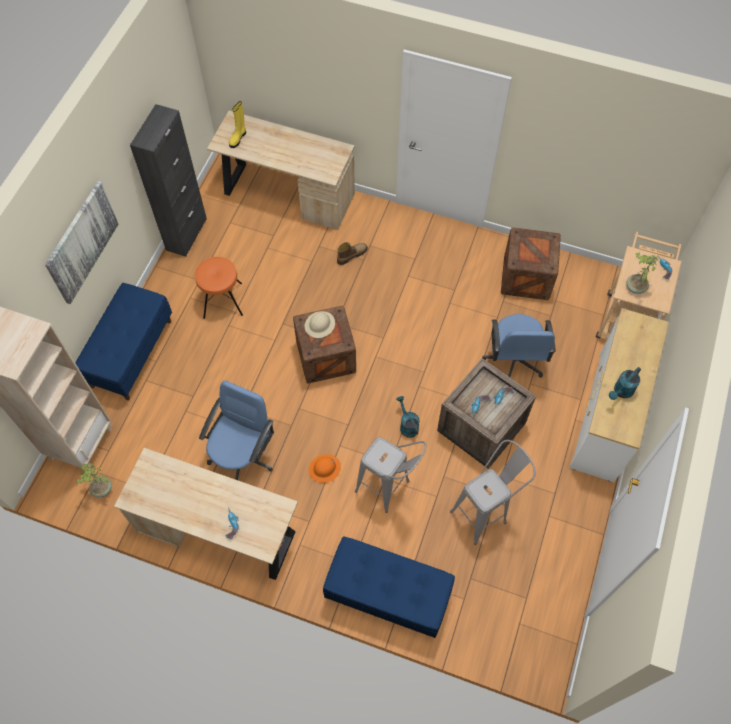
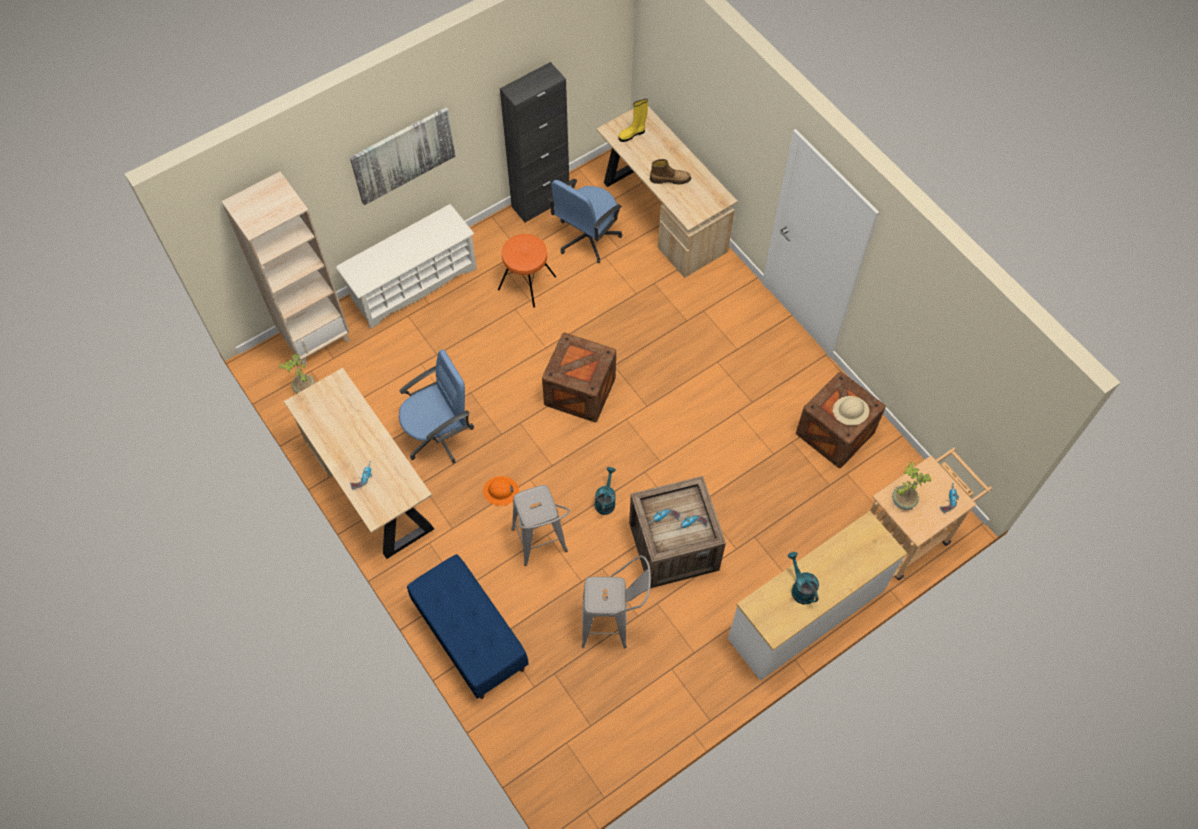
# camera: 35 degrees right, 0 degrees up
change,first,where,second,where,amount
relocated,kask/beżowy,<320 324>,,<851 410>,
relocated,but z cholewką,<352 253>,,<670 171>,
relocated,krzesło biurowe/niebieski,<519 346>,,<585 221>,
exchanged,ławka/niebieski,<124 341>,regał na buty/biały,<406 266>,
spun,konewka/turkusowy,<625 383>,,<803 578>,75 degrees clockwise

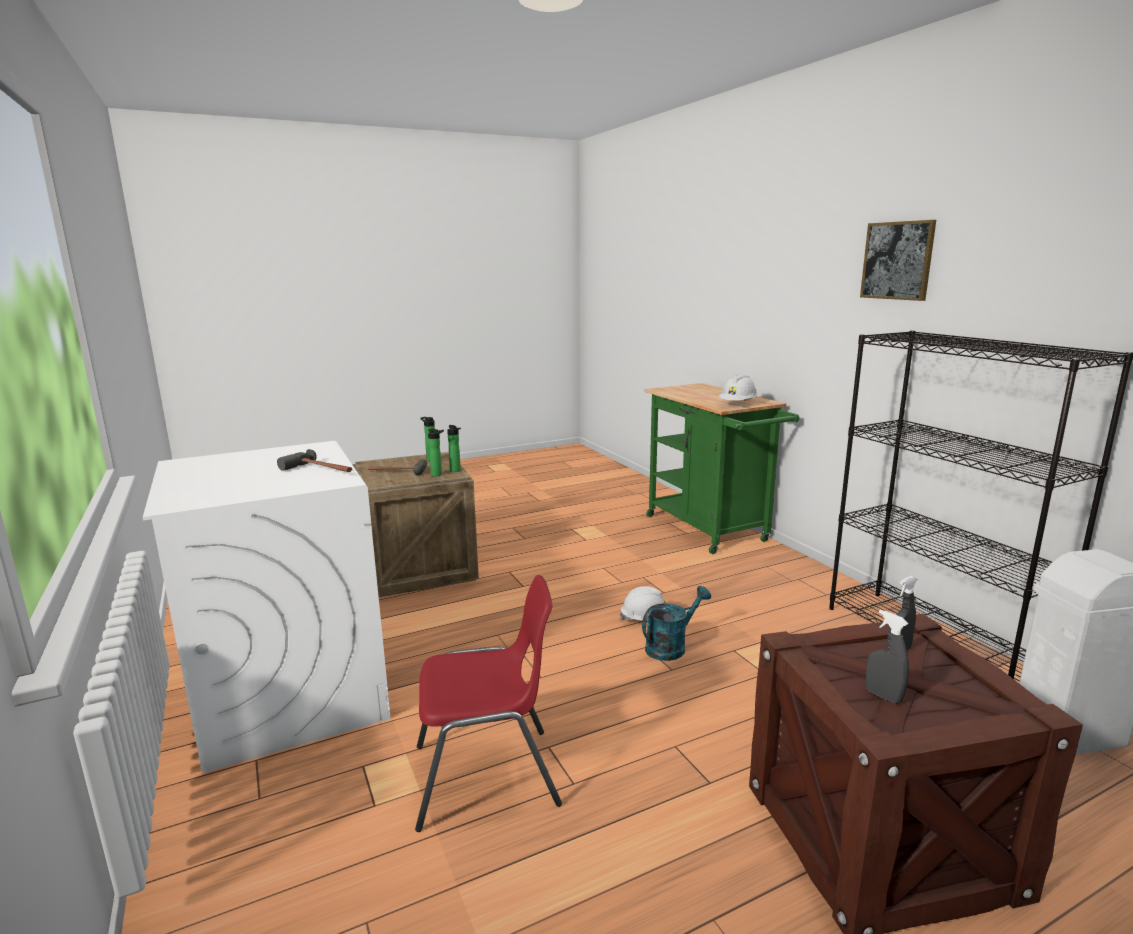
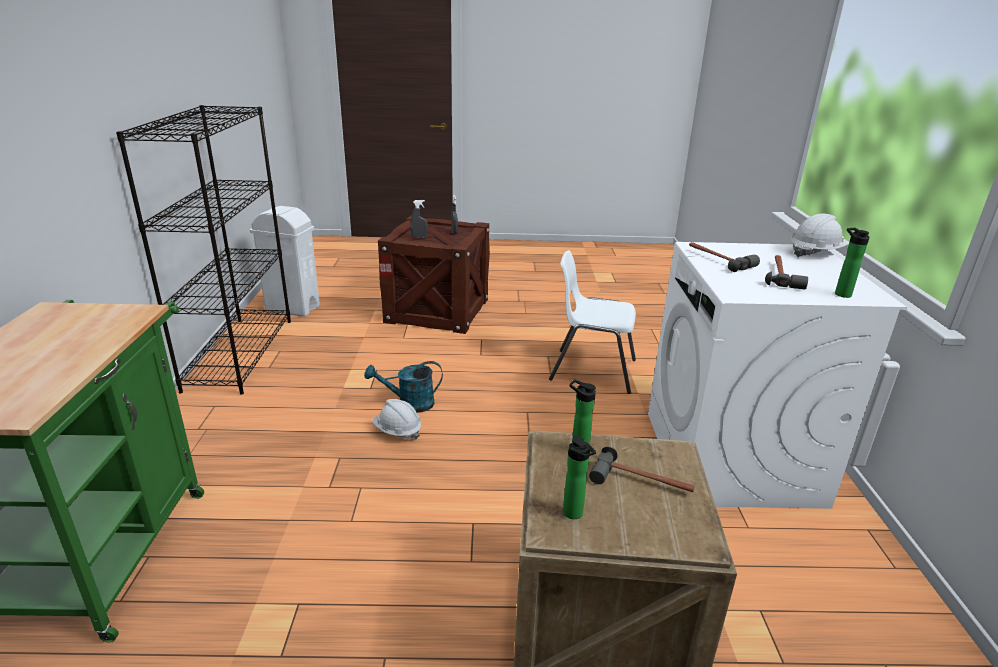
# camera: 155 degrees left, 10 degrees up
change,first,where,second,where,amount
missing,obraz,<898 260>,,,
appeared,,,młotek,<786 272>,
relocated,butelka,<454 448>,,<852 263>,
relocated,kask/biały,<738 387>,,<819 235>,
colour,krzesło/czerwony,<488 703>,krzesło/biały,<592 322>,

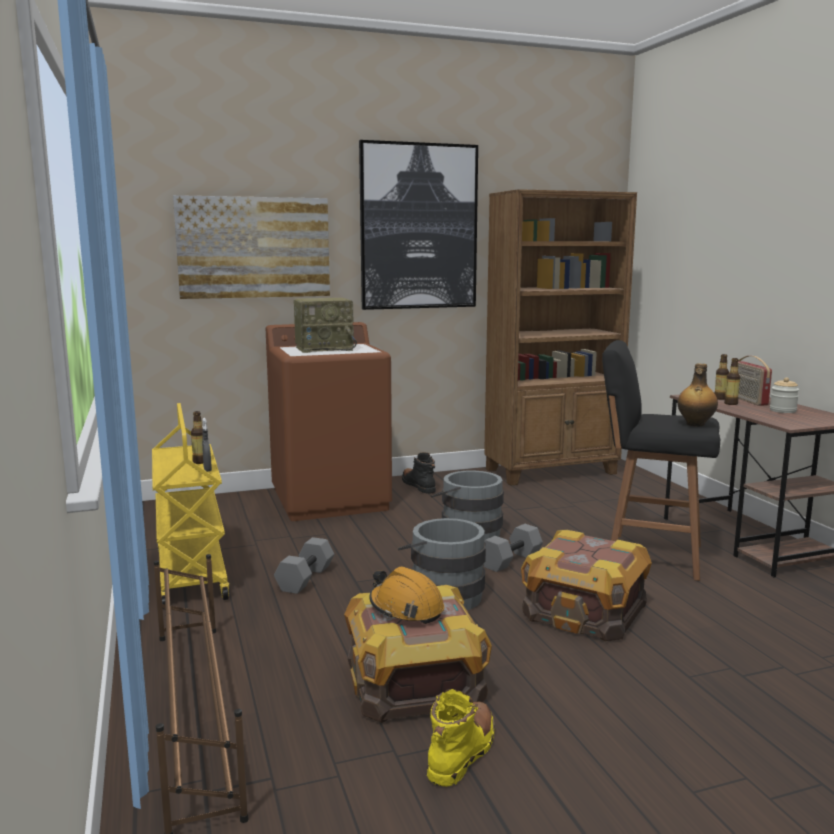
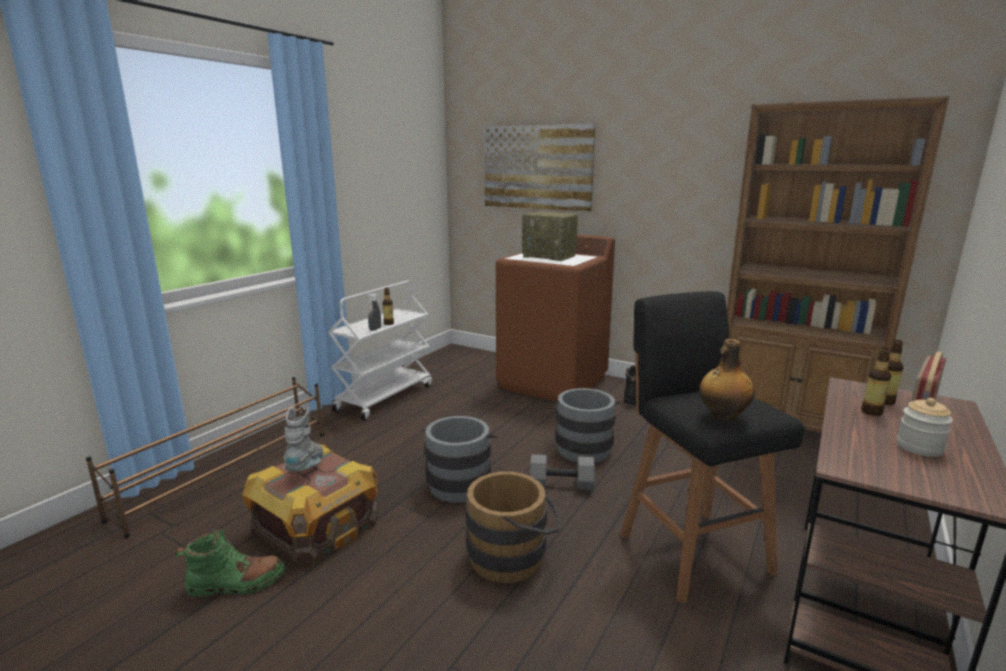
# camera: 50 degrees right, 5 degrees up
change,first,where,second,where,amount
missing,hantel/szary,<304 565>,,,
missing,obraz,<418 225>,,,
exchanged,kask/pomarańczowy,<406 595>,but z cholewką/szary,<303 438>,
exchanged,skrzynka,<586 585>,wiadro/brązowy,<513 527>,
colour,wózek/żółty,<190 506>,wózek/biały,<380 350>,
colour,but z cholewką/żółty,<461 738>,but z cholewką/zielony,<230 563>,

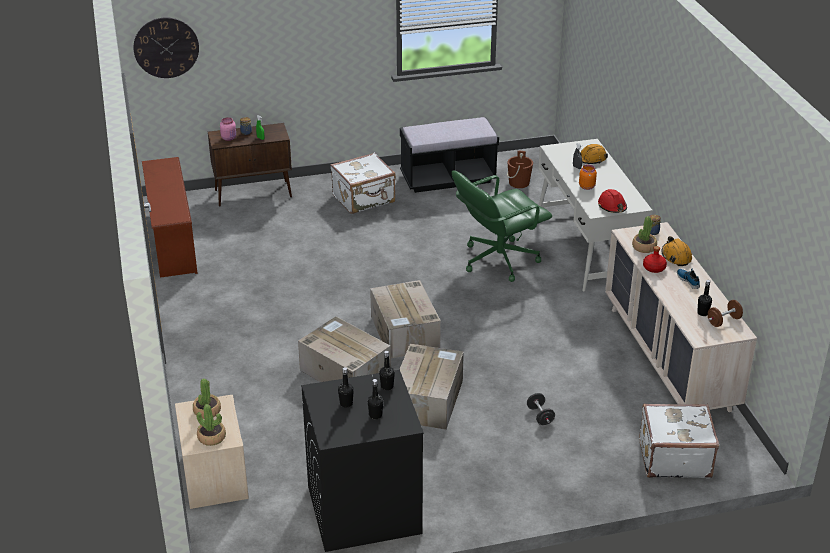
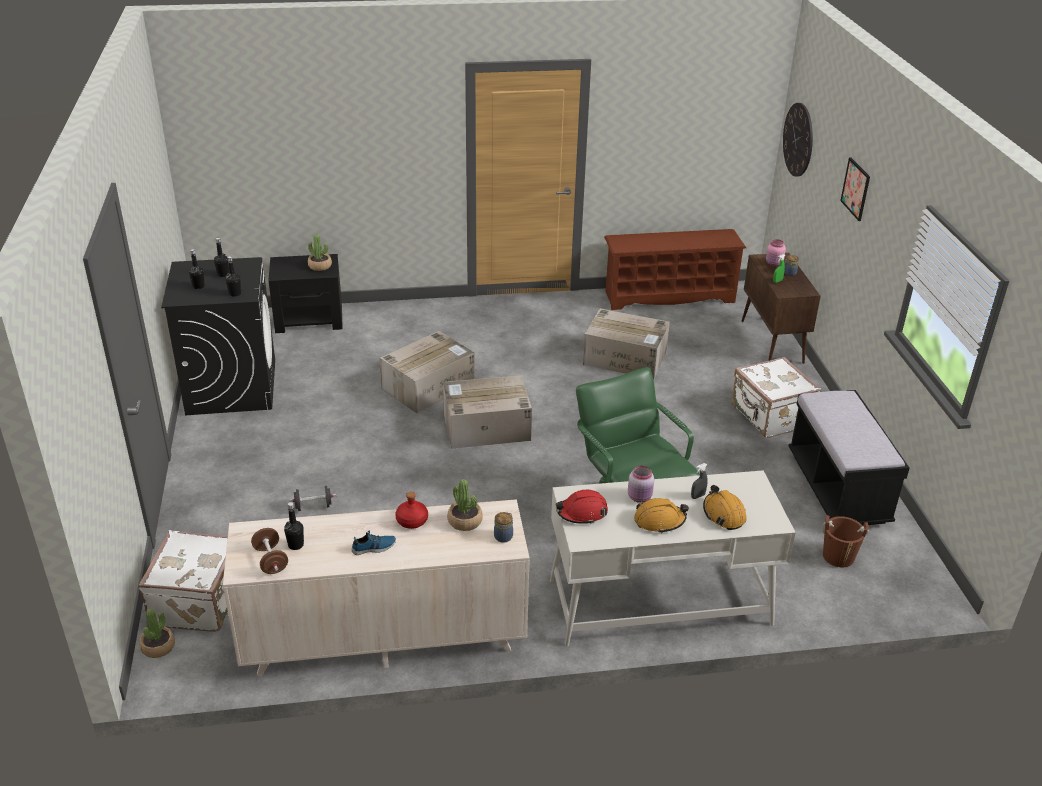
# camera: 95 degrees right, 0 degrees up
change,first,where,second,where,amount
appeared,,,obraz,<855 189>,
relocated,roślina doniczkowa,<211 425>,,<157 633>,
relocated,karton,<431 387>,,<626 344>,
relocated,kask/pomarańczowy,<676 251>,,<661 516>,
colour,szafka nocna/beżowy,<212 452>,szafka nocna/czarny,<305 293>,
colour,słoik/pomarańczowy,<588 177>,słoik/różowy,<641 484>,

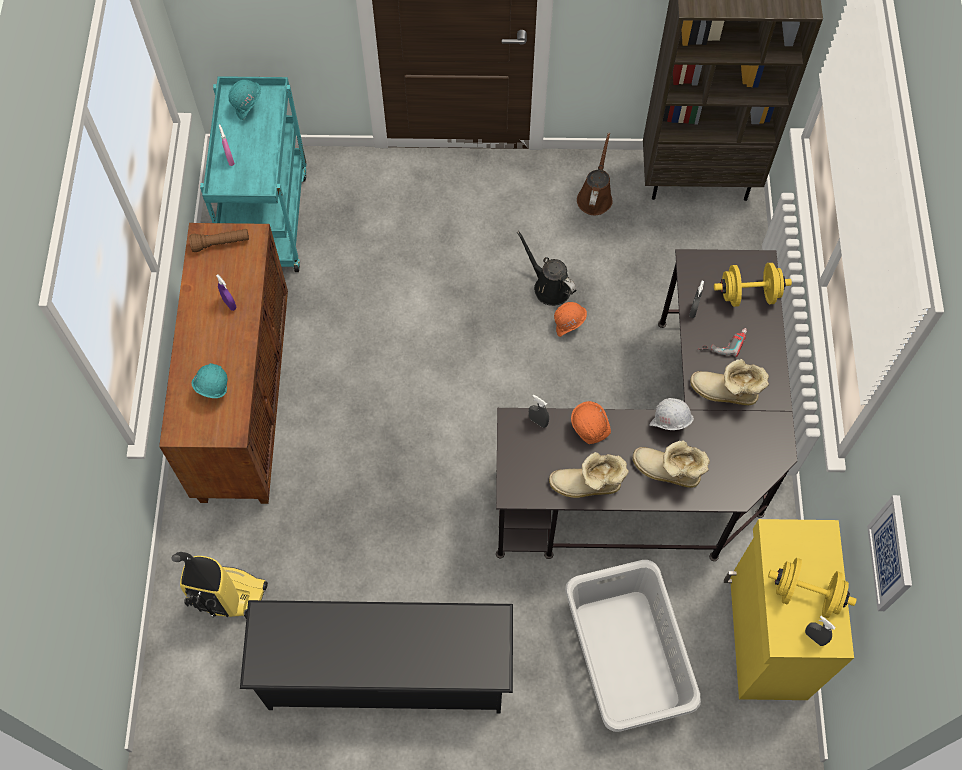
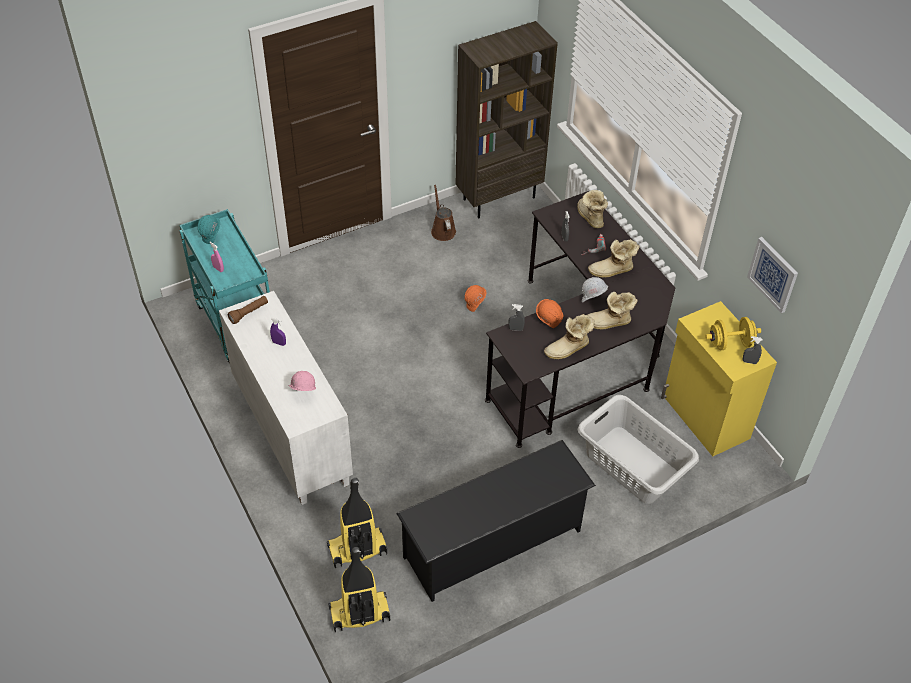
# camera: 30 degrees left, 15 degrees down
change,first,where,second,where,amount
missing,konewka/czarny,<547 268>,,,
appeared,,,odkurzacz,<359 589>,
exchanged,hantel/żółty,<753 285>,but z cholewką,<592 209>,
colour,szafka/brązowy,<223 363>,szafka/biały,<286 398>,
colour,kask/turkusowy,<209 380>,kask/różowy,<302 381>,

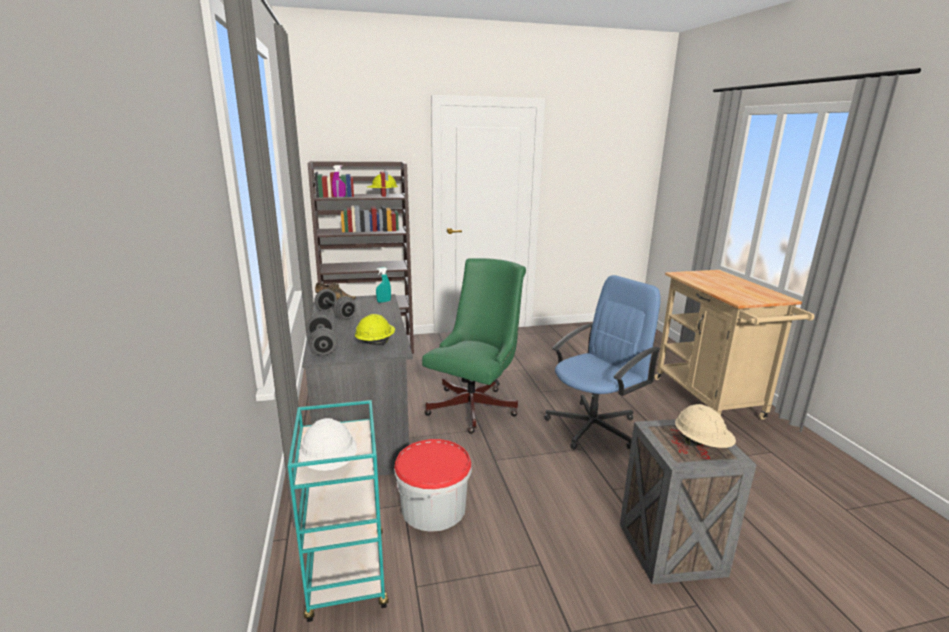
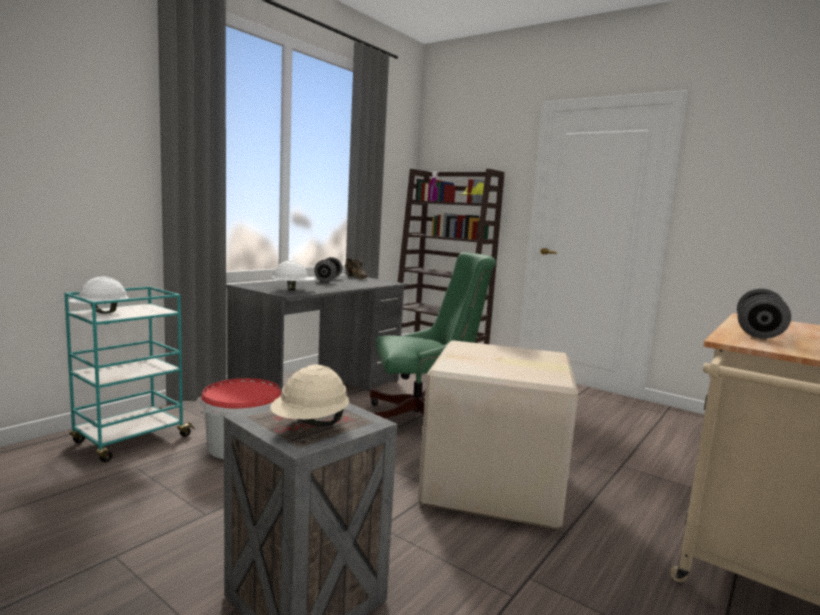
# camera: 50 degrees right, 10 degrees down
change,first,where,second,where,amount
missing,spryskiwacz/turkusowy,<383 285>,,,
relocated,hantel/szary,<322 334>,,<764 313>,
exchanged,krzesło biurowe/niebieski,<602 362>,karton,<498 434>,
colour,kask/żółty,<375 329>,kask/biały,<293 275>,

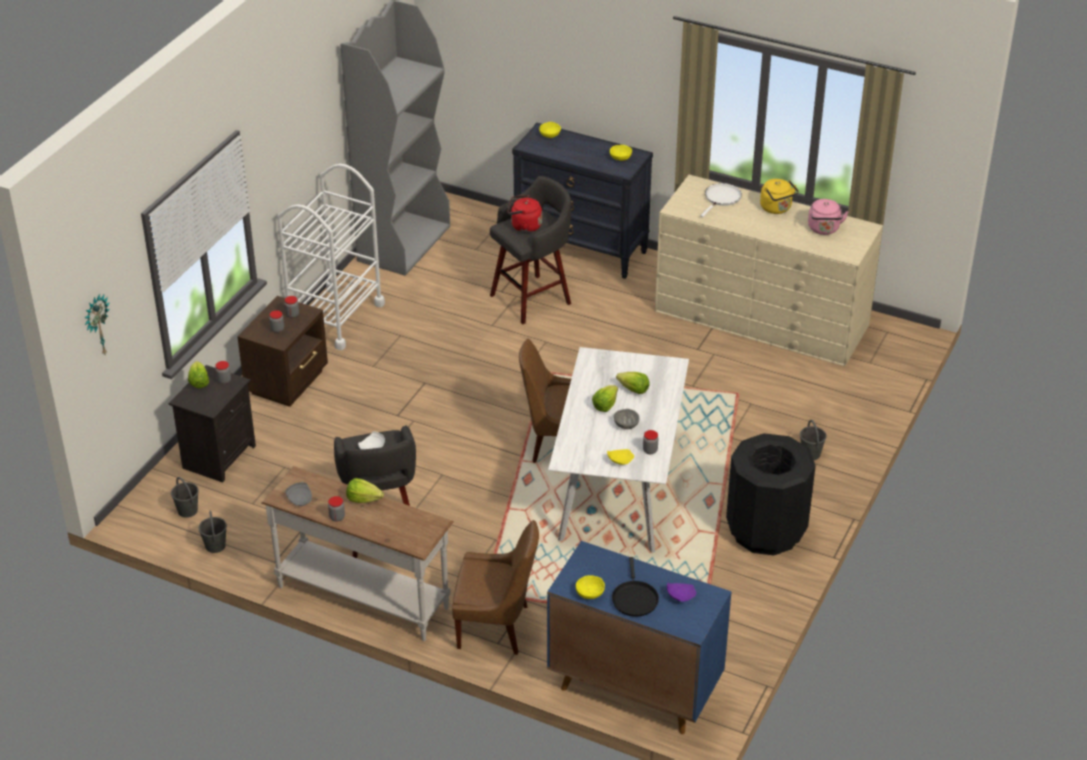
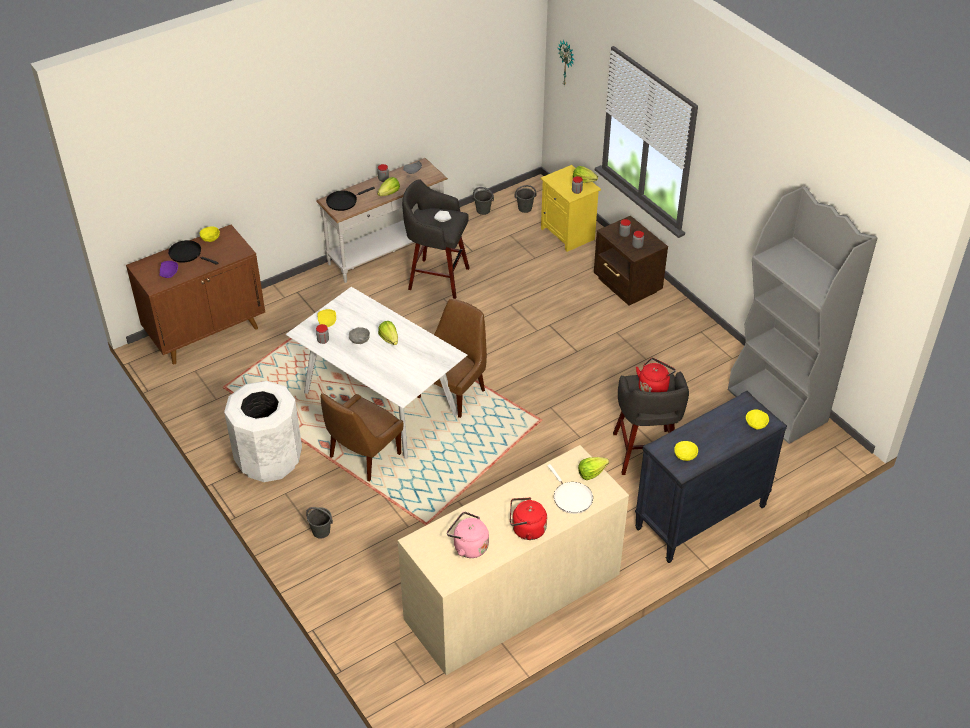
# camera: 120 degrees right, 5 degrees up
change,first,where,second,where,amount
missing,wózek/biały,<331 257>,,,
appeared,,,patelnia/czarny,<350 199>,
relocated,krzesło/brązowy,<495 587>,,<361 437>,
relocated,sałata,<632 383>,,<593 468>,
colour,szafka nocna/czarny,<212 424>,szafka nocna/żółty,<570 208>,
colour,szafka/niebieski,<639 637>,szafka/brązowy,<195 294>,
colour,kosz na śmieci/czarny,<771 494>,kosz na śmieci/biały,<263 431>,
colour,czajnik/żółty,<779 196>,czajnik/czerwony,<528 518>,

